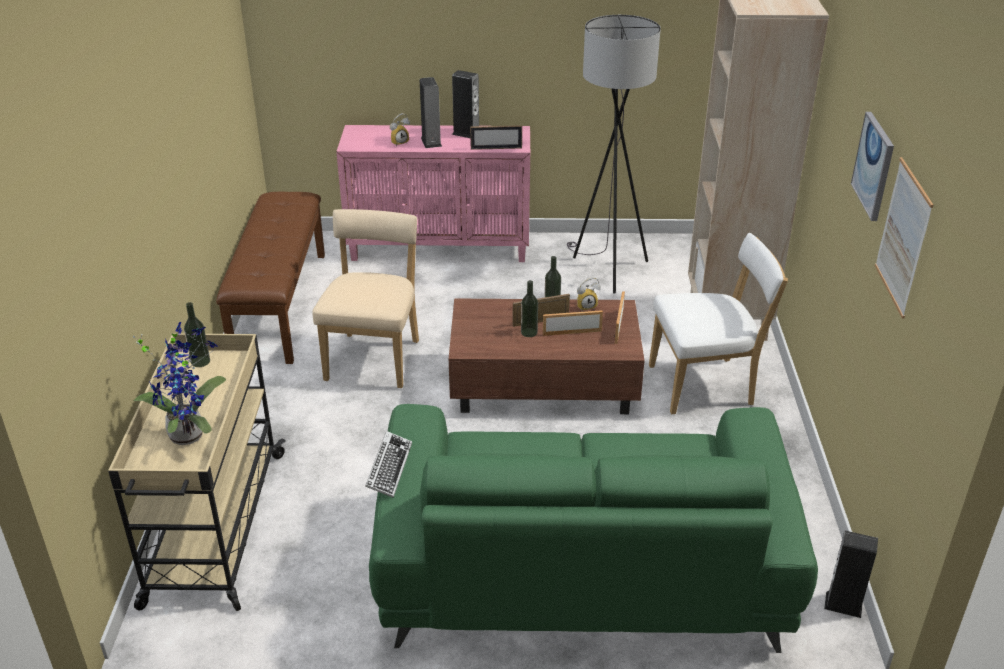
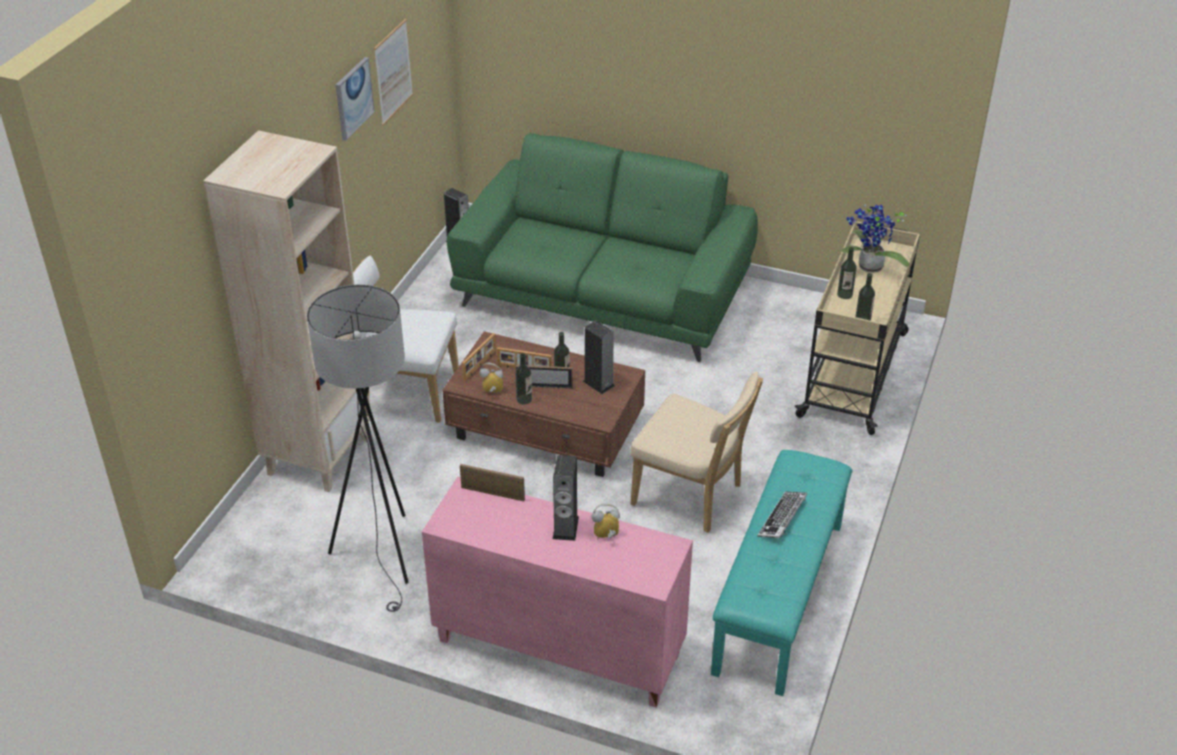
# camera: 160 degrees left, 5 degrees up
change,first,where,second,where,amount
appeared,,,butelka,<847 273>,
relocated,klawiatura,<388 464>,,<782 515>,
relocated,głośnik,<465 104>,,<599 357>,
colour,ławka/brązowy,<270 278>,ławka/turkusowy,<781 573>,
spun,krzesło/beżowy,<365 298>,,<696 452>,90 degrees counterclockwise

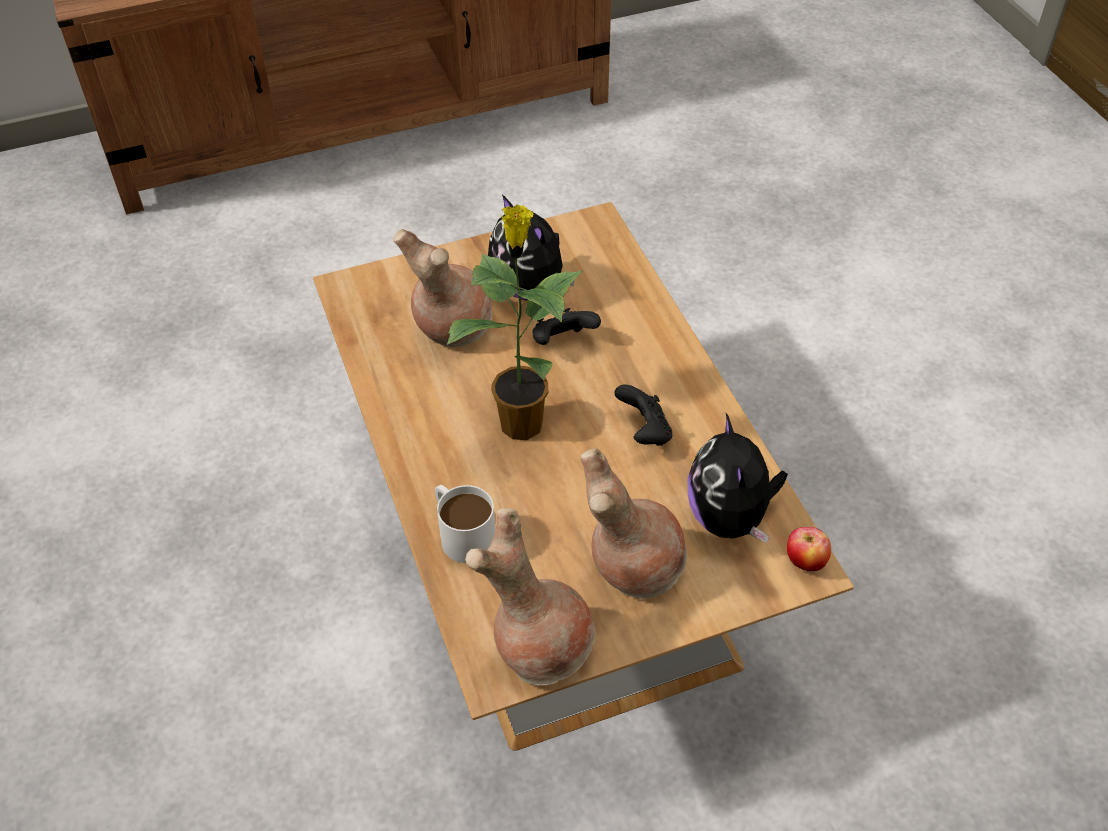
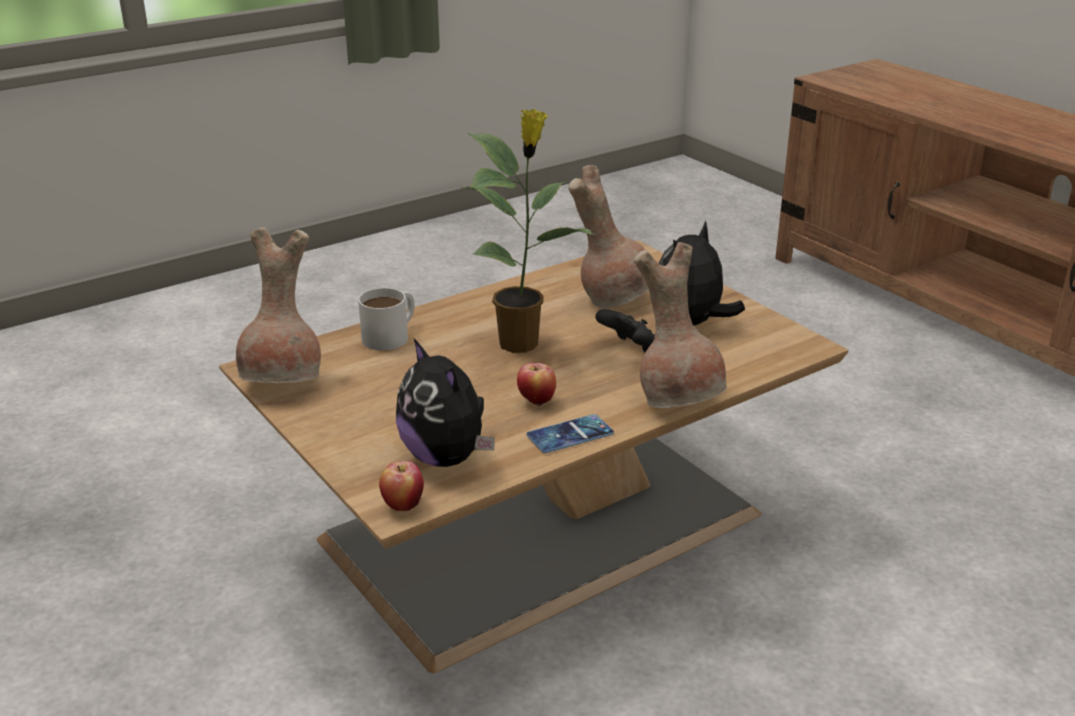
# camera: 75 degrees right, 20 degrees down
change,first,where,second,where,amount
appeared,,,telefon,<570 433>,
relocated,wazon/brązowy,<634 523>,,<680 325>,
exchanged,pad do gier/czarny,<643 415>,jabłko,<536 384>,
spun,pluszak,<738 478>,,<445 403>,105 degrees counterclockwise

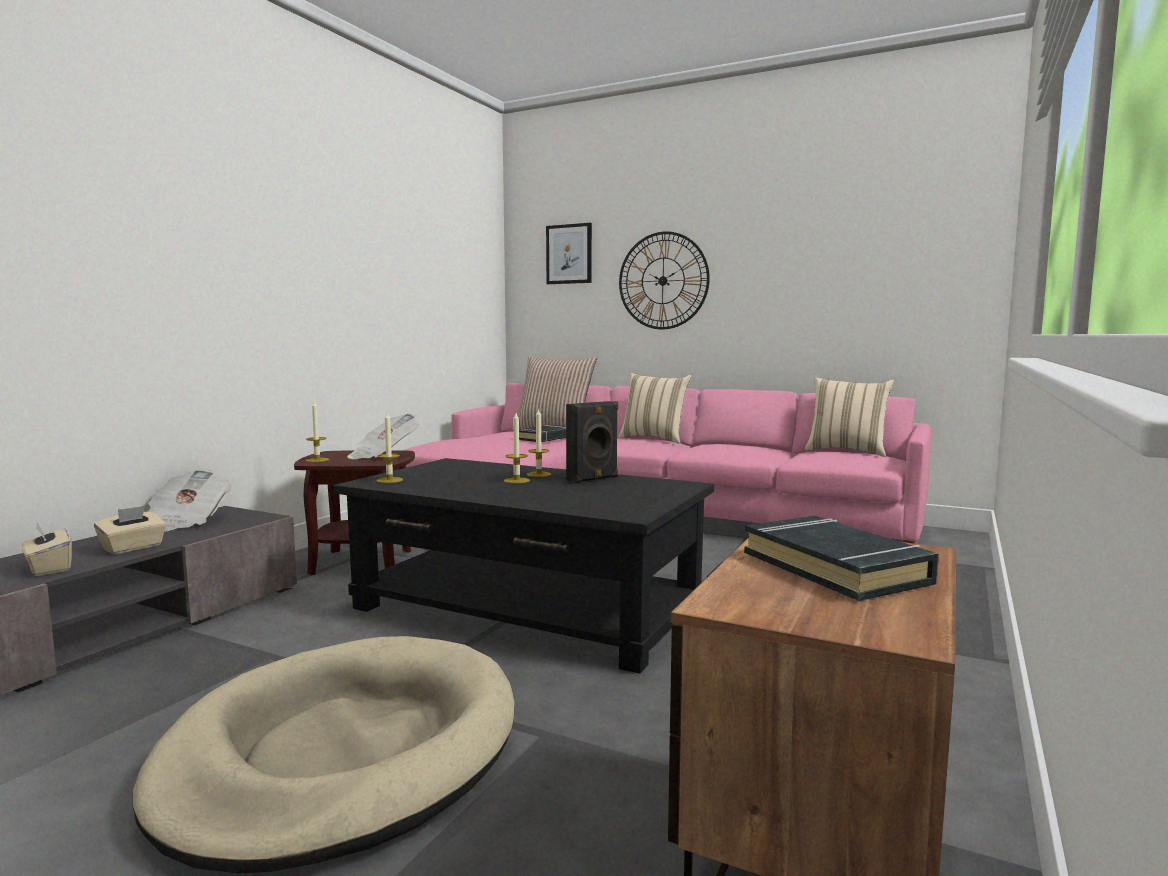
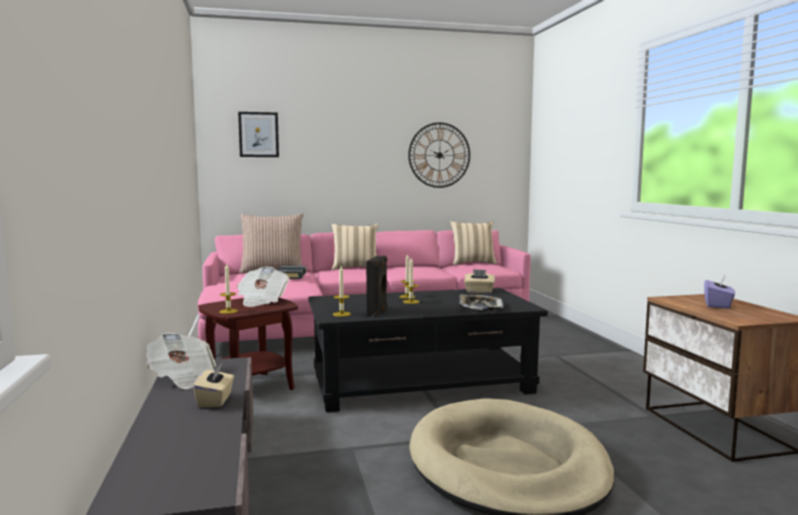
# camera: 40 degrees left, 0 degrees up
change,first,where,second,where,amount
appeared,,,taca,<481 302>,
relocated,pudełko chusteczek/beżowy,<46 549>,,<479 281>,
relocated,głośnik/czarny,<592 442>,,<376 286>,
relocated,zegar ścienny,<664 280>,,<439 155>,
exchanged,książka/czarny,<841 558>,pudełko chusteczek/fioletowy,<719 292>,

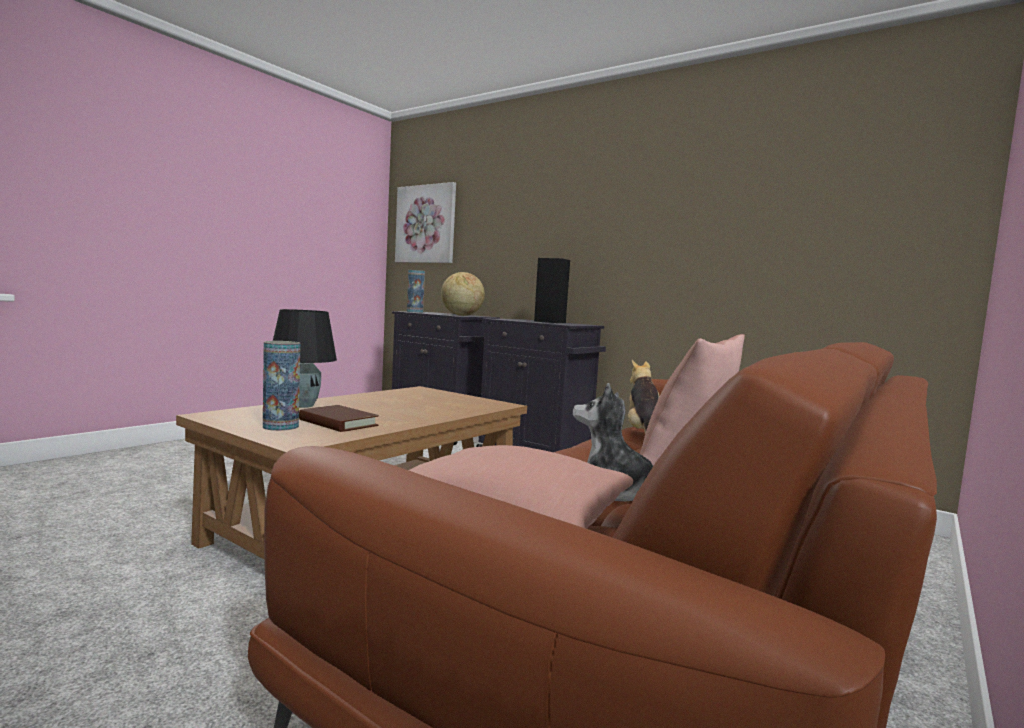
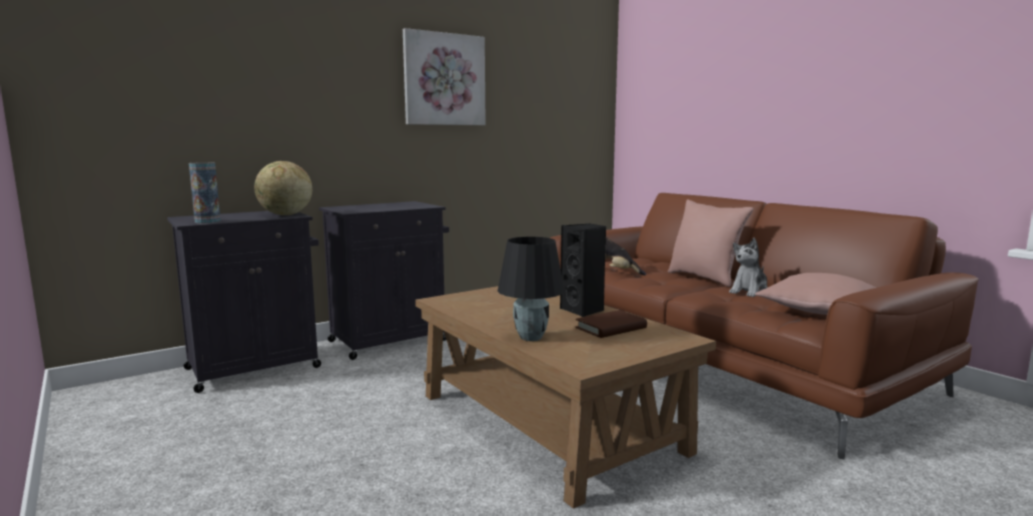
# camera: 70 degrees left, 5 degrees up
change,first,where,second,where,amount
missing,wazon,<281 386>,,,
relocated,obraz,<425 222>,,<444 76>,
relocated,głośnik/czarny,<552 290>,,<583 270>,

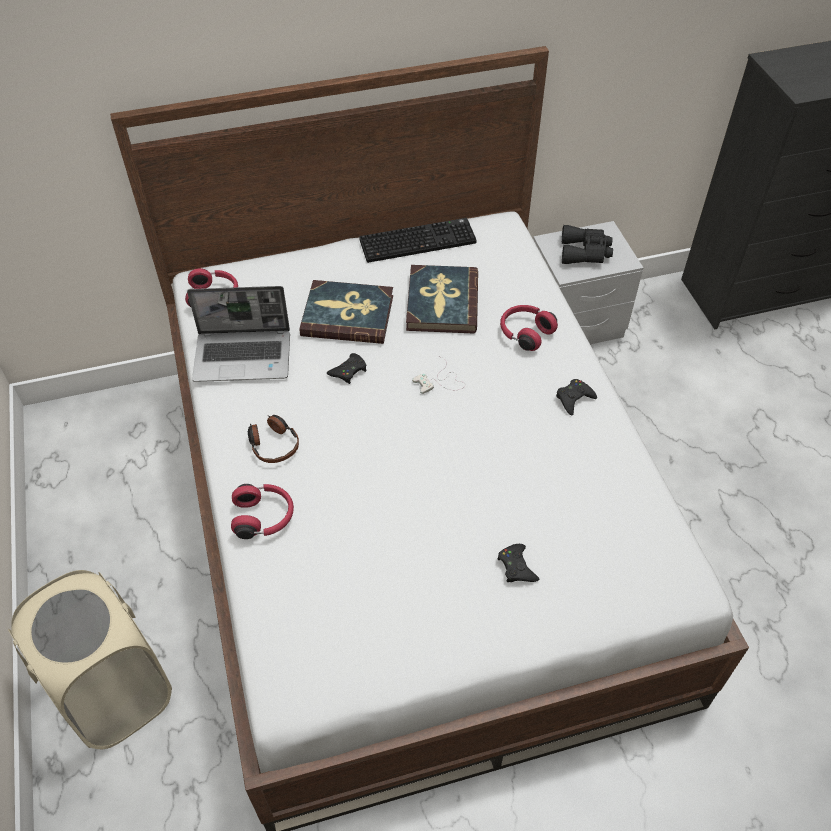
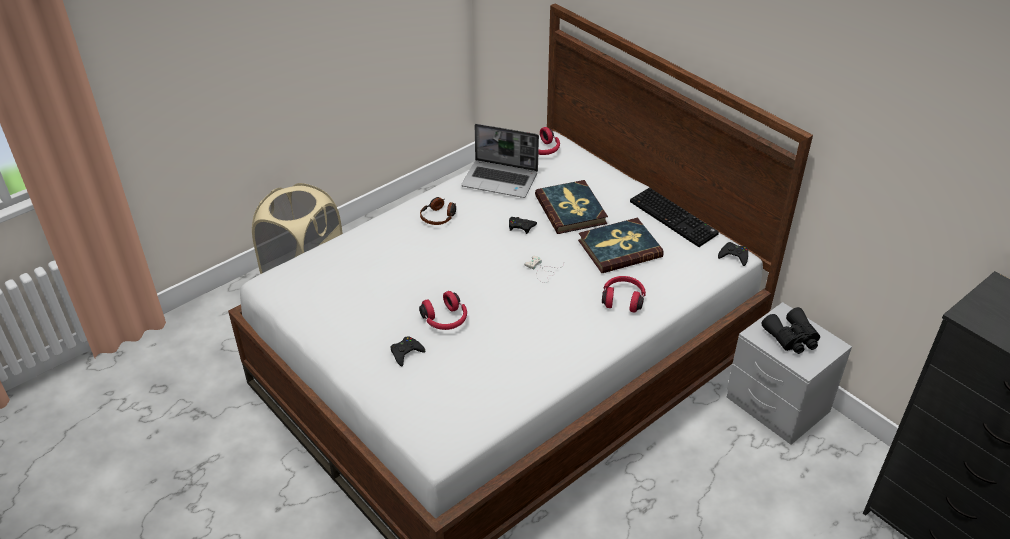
# camera: 65 degrees right, 10 degrees down
change,first,where,second,where,amount
relocated,słuchawki/czerwony,<262 511>,,<443 310>,
relocated,pad do gier/czarny,<576 397>,,<733 254>,
spun,laptop,<238 334>,,<500 161>,45 degrees counterclockwise

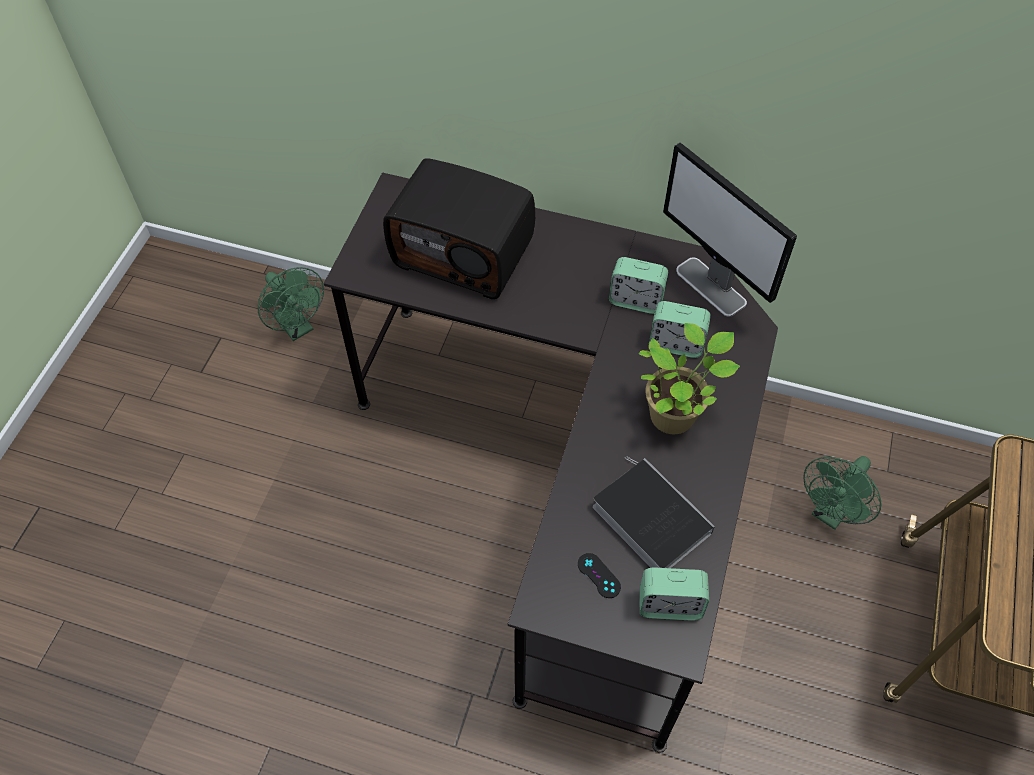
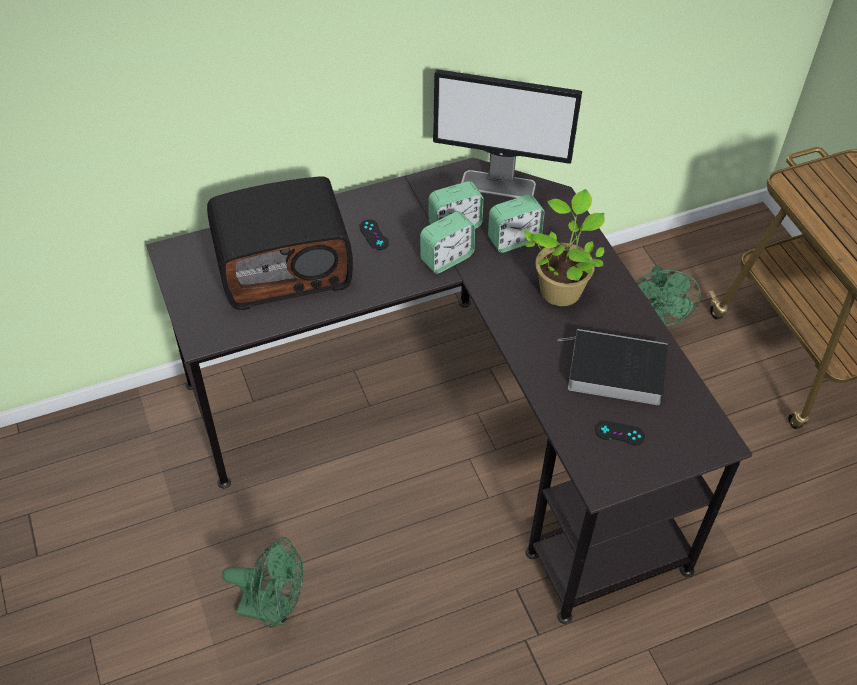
# camera: 40 degrees left, 5 degrees down
change,first,where,second,where,amount
appeared,,,pad do gier/czarny,<374 234>,
relocated,wentylator/zielony,<291 304>,,<262 582>,
relocated,budzik,<674 594>,,<447 242>,

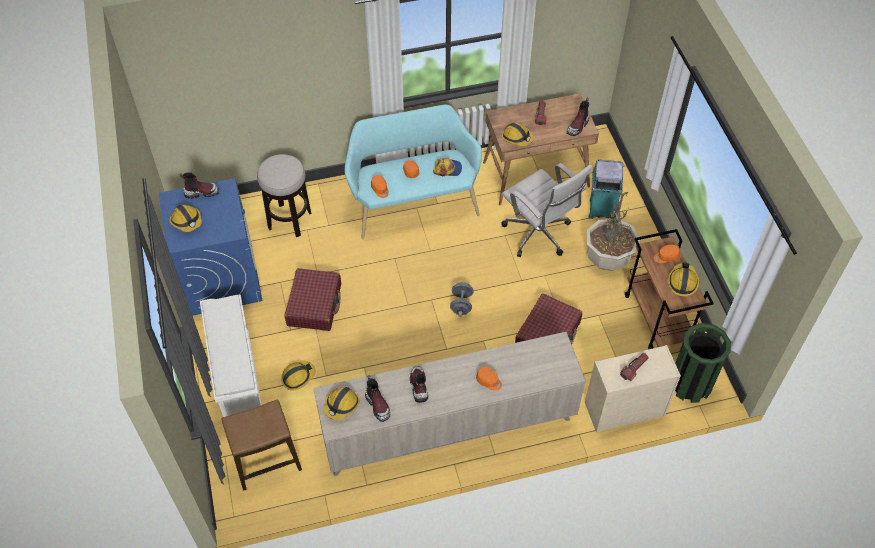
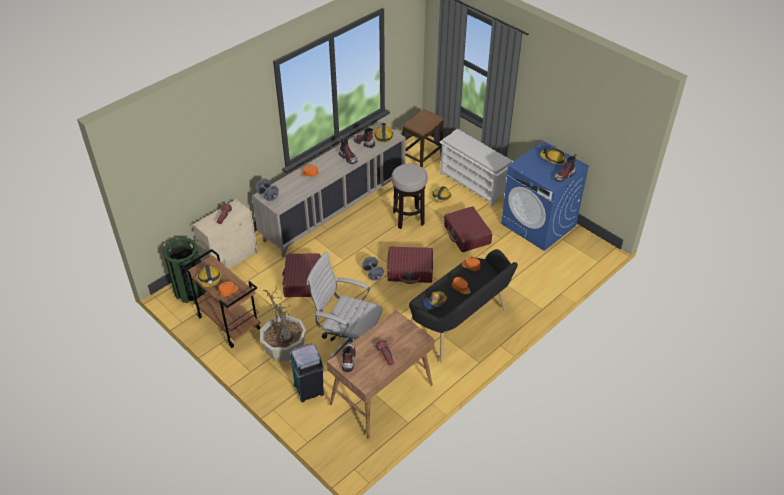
# camera: 150 degrees right, 10 degrees down
change,first,where,second,where,amount
missing,kask,<518 134>,,,
appeared,,,hantel/szary,<267 189>,
appeared,,,walizka/czerwony,<410 265>,
relocated,stołek,<284 195>,,<409 196>,
colour,ławka/turkusowy,<413 172>,ławka/czarny,<463 306>,

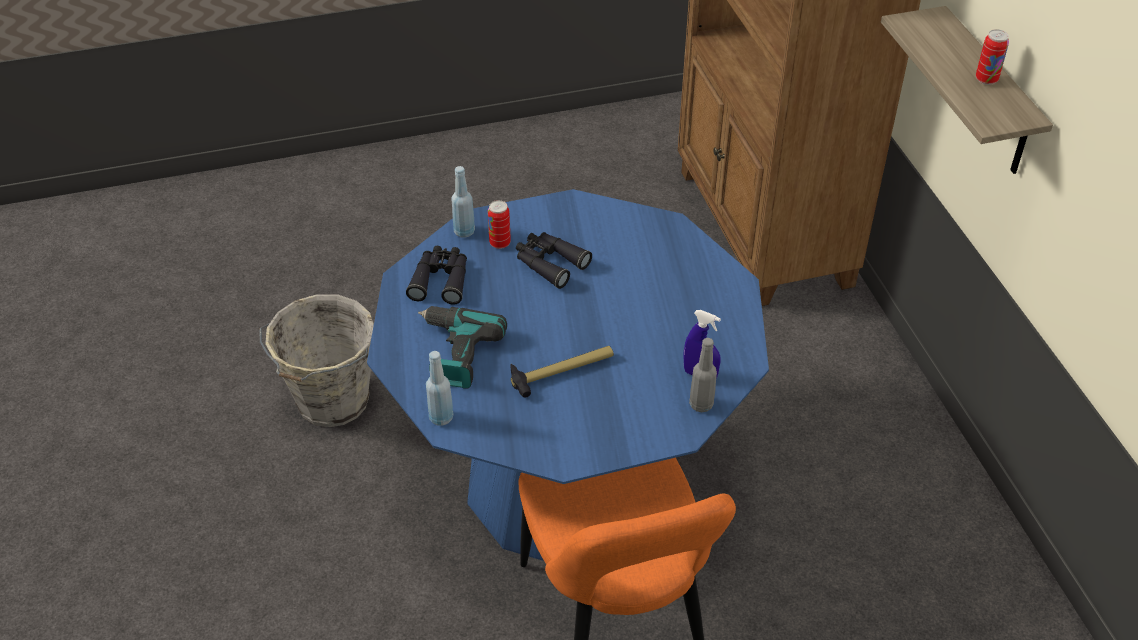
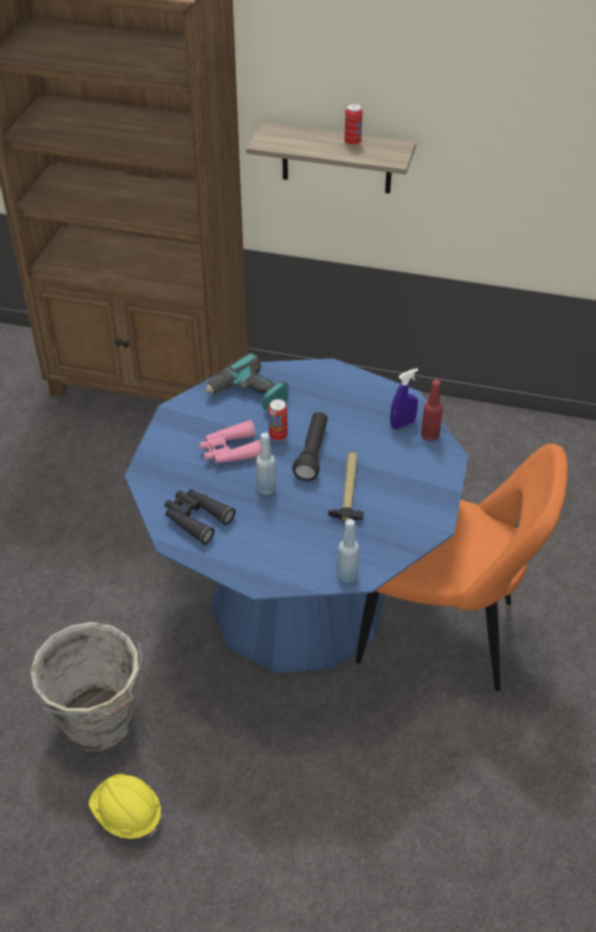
# camera: 60 degrees left, 0 degrees up
change,first,where,second,where,amount
appeared,,,kask/żółty,<125 806>,
appeared,,,latarka/czarny,<310 446>,
relocated,wiertarka,<462 347>,,<246 382>,
relocated,butelka/niebieski,<463 202>,,<266 464>,
relocated,puszka,<499 224>,,<277 420>,
colour,lornetka/czarny,<554 260>,lornetka/różowy,<230 442>,
colour,butelka/szary,<703 375>,butelka/czerwony,<432 410>,

